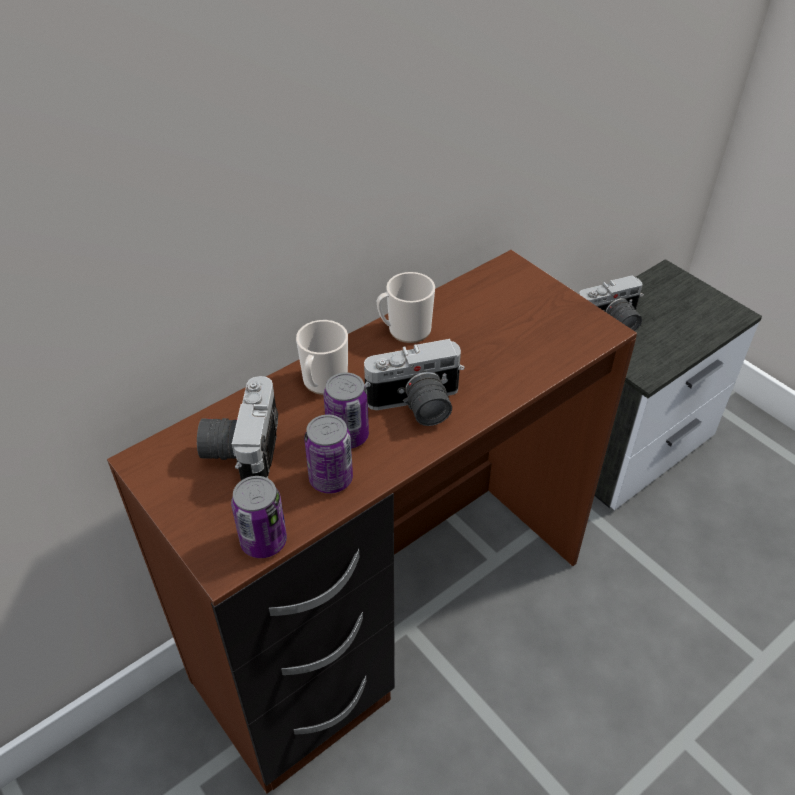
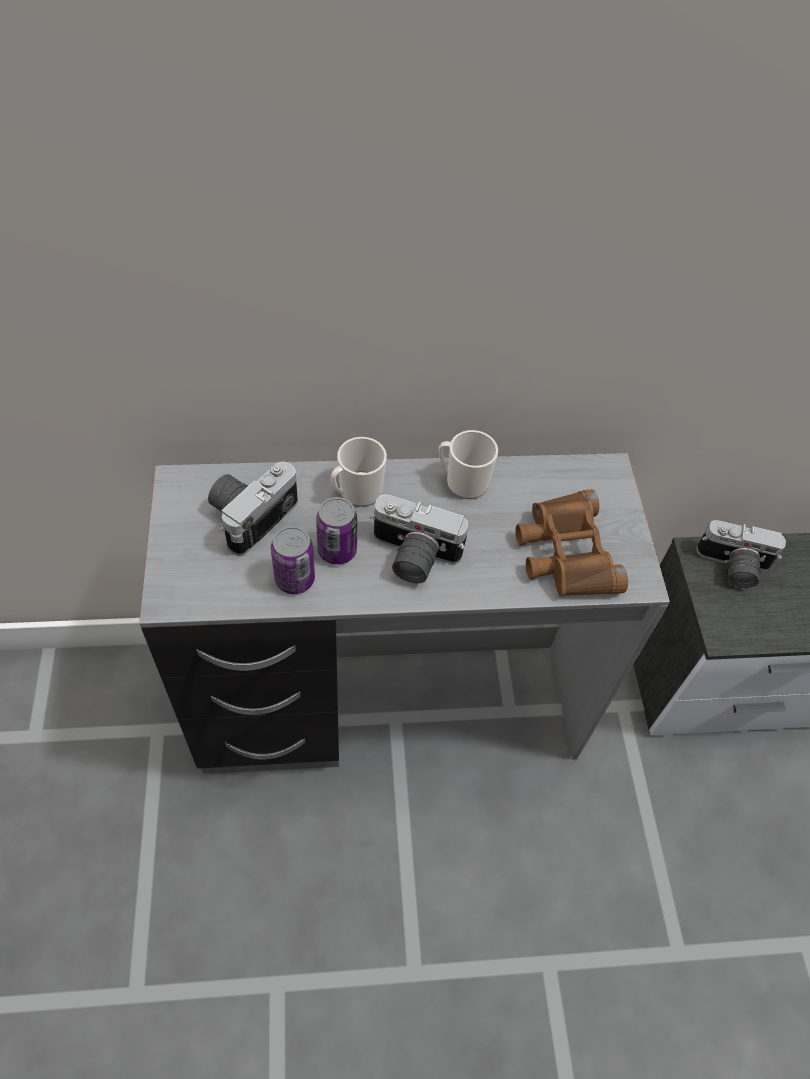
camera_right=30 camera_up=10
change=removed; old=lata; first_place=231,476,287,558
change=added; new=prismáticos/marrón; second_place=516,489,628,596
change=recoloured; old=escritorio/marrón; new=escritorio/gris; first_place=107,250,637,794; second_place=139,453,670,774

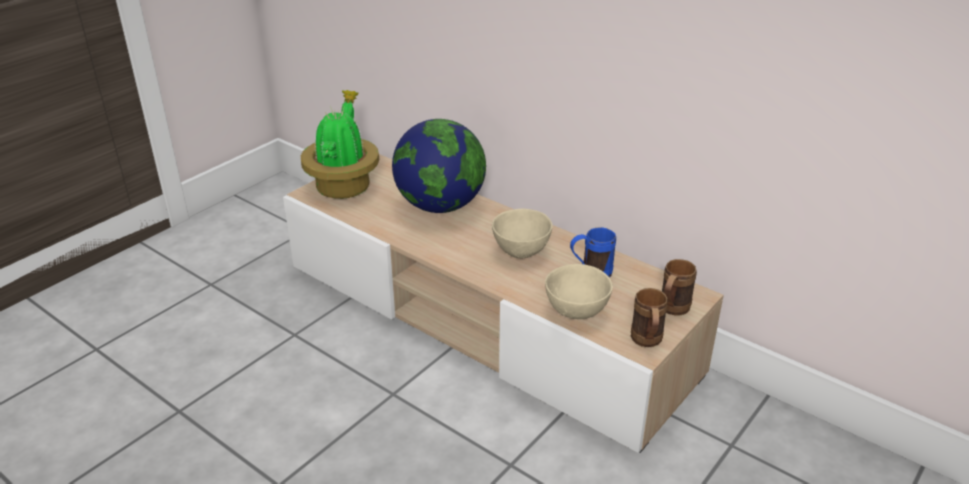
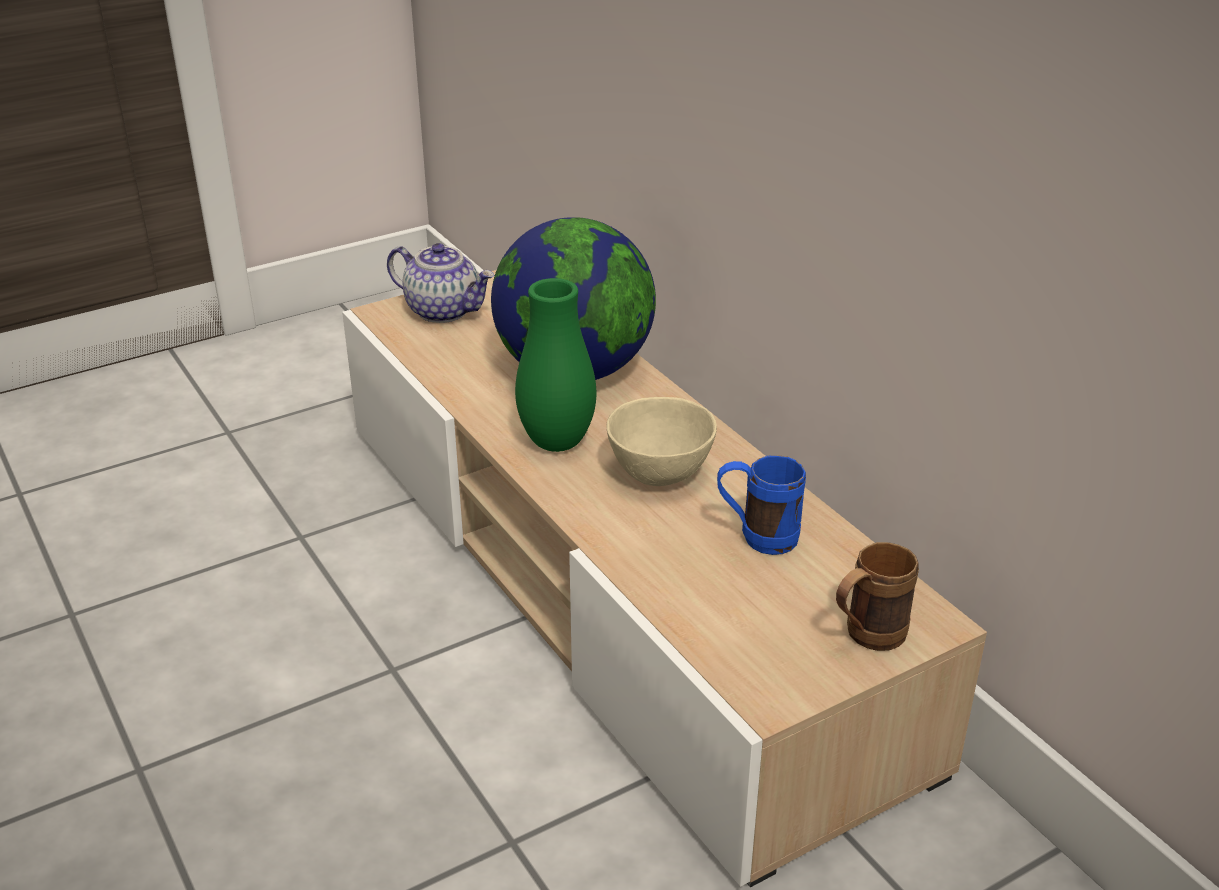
camera_right=20 camera_up=0
change=removed; old=cuenco/beis; first_place=545,264,613,319
change=removed; old=taza grande/marrón; first_place=631,288,668,347
change=added; new=florero/verde; second_place=515,278,596,452
change=replaced; old=planta en maceta; new=tetera; first_place=301,90,379,199; second_place=387,243,495,323

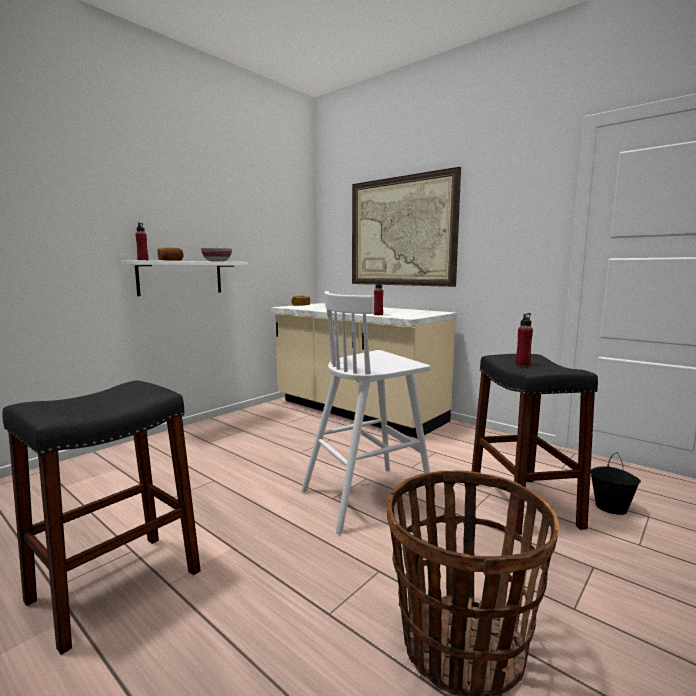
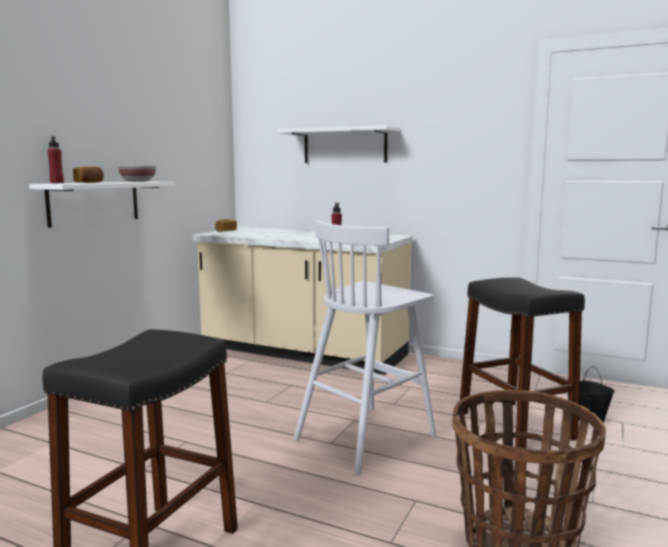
camera_right=-15 camera_up=0
change=removed; old=botella/rojo; first_place=516,313,533,366
change=replaced; old=cuadro; new=estante/blanco; first_place=352,167,461,287; second_place=278,125,400,163

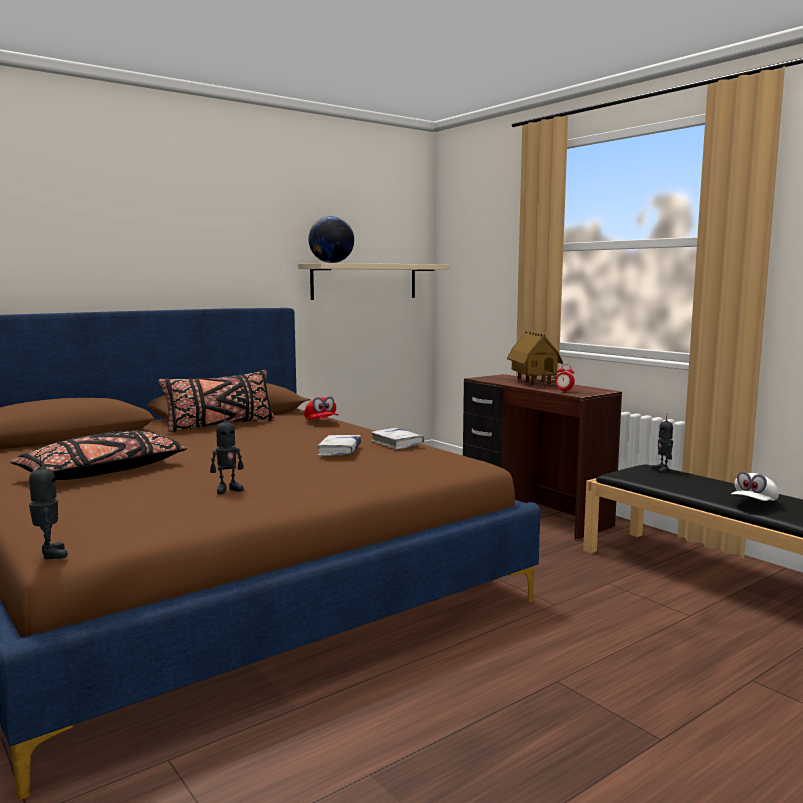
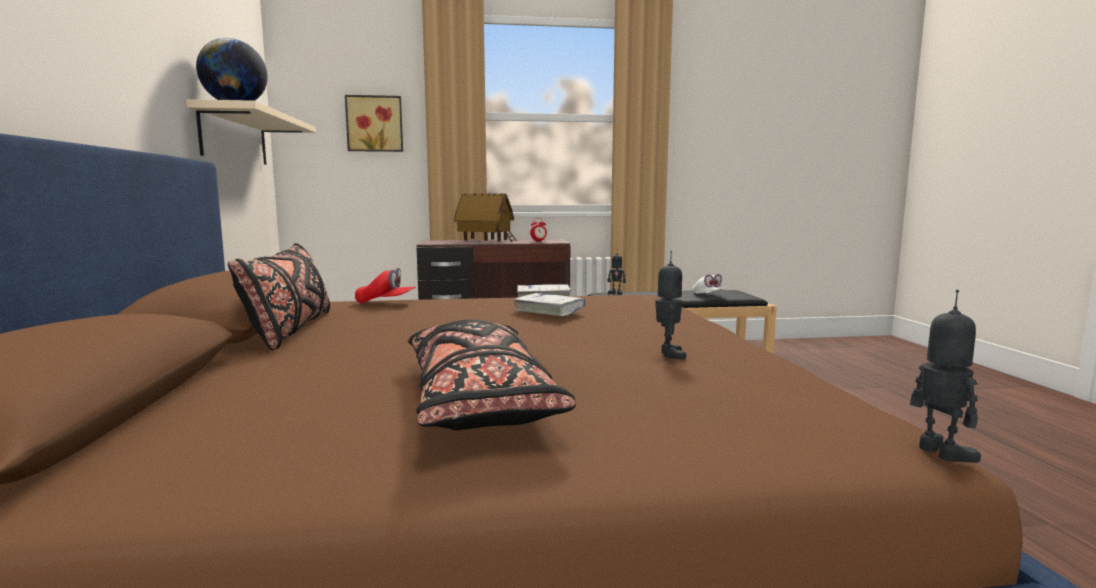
camera_right=-60 camera_up=0
change=added; new=cuadro; second_place=345,95,403,152
change=turned; old=robot de juguete; first_place=29,454,68,559; second_place=910,290,981,463; degrees=75

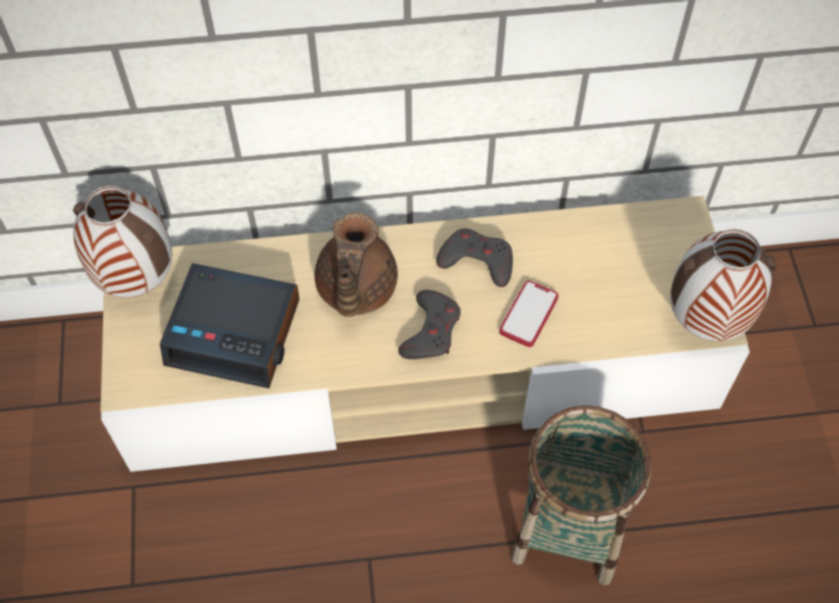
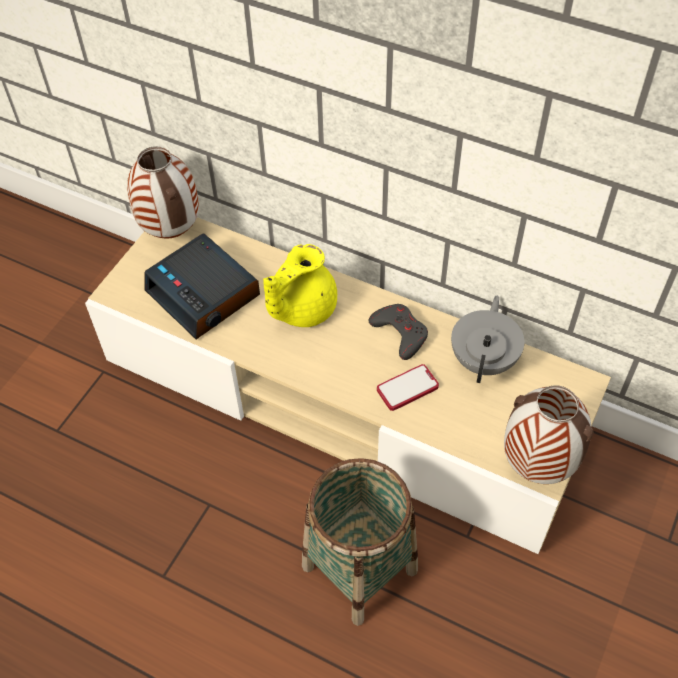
camera_right=35 camera_up=-5
change=removed; old=mando de consola/gris; first_place=398,290,461,359
change=added; new=tetera/gris; second_place=451,296,524,383
change=recoloured; old=tetera/marrón; new=tetera/amarillo; first_place=315,212,398,317; second_place=263,244,337,327

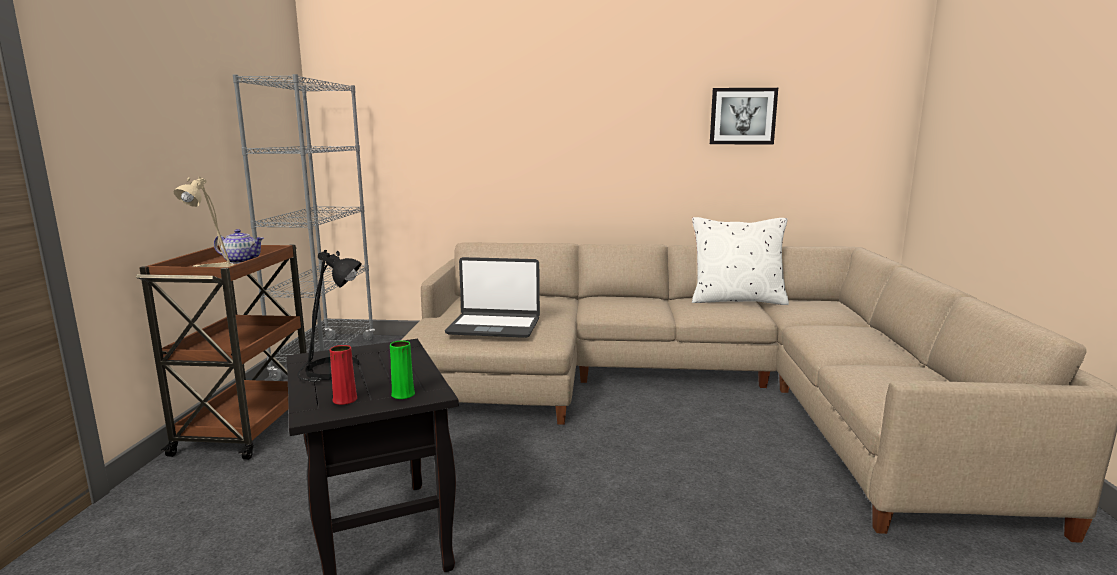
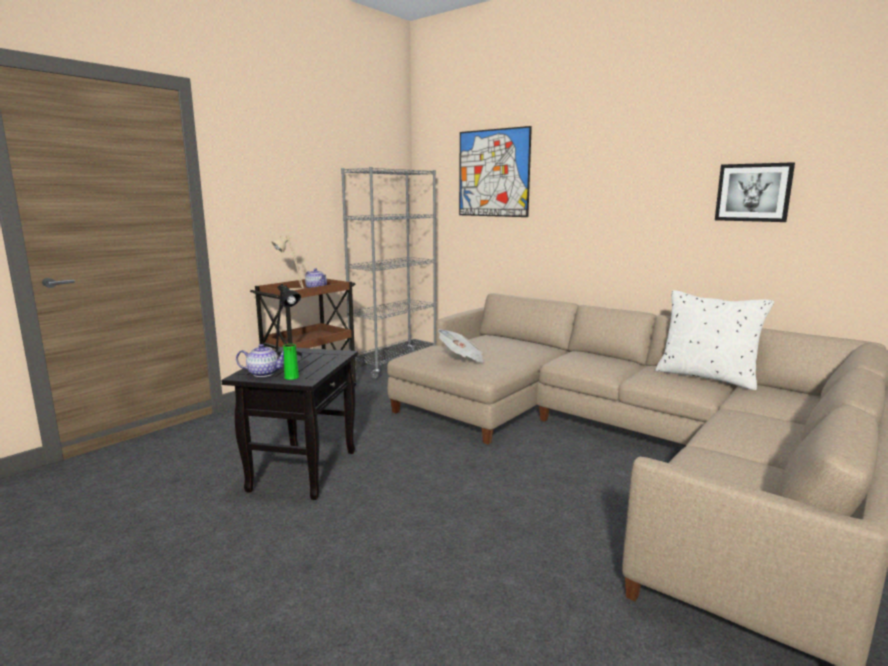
camera_right=35 camera_up=0
change=added; new=cuadro; second_place=459,126,532,217
change=replaced; old=florero/rojo; new=tetera; first_place=330,345,357,405; second_place=236,344,284,377
change=replaced; old=portátil; new=periódico; first_place=445,257,540,338; second_place=438,329,483,363

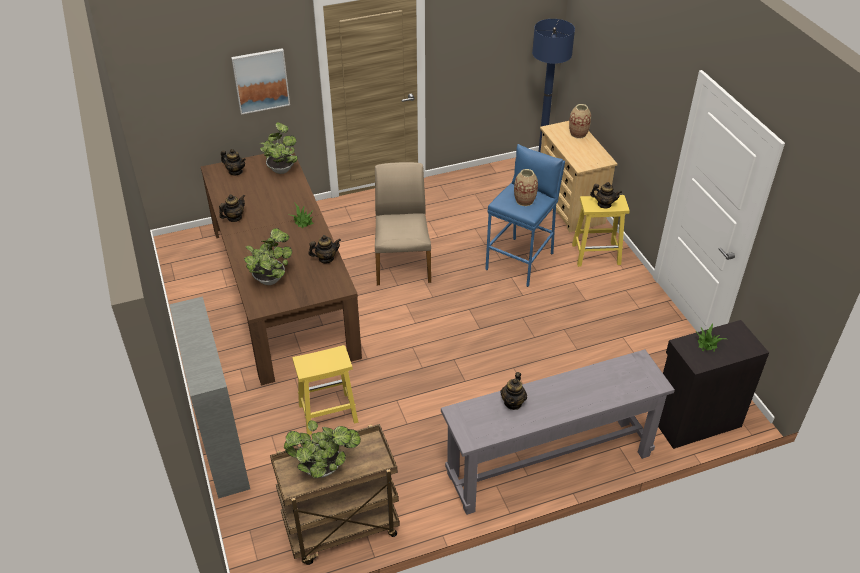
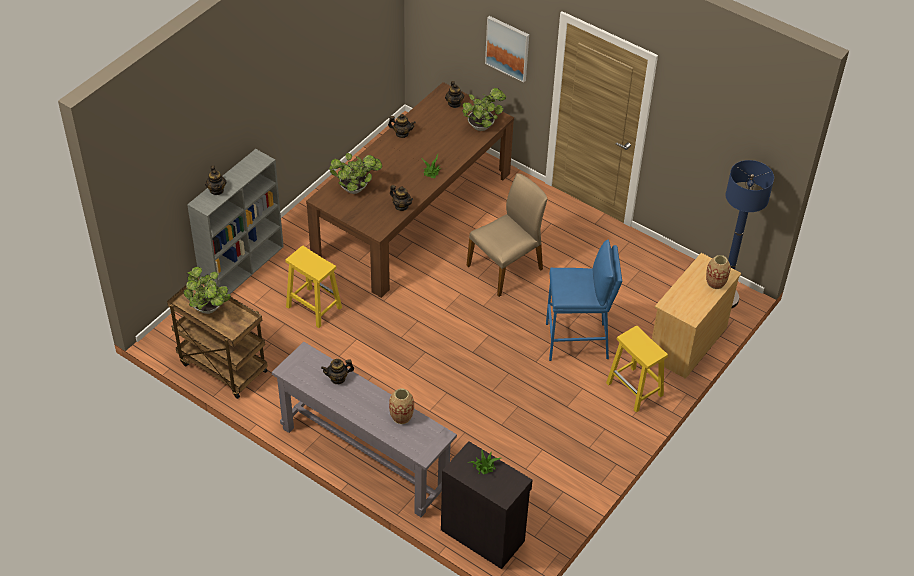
camera_right=55 camera_up=5
change=moved; old=florero; first_place=514,169,538,206; second_place=389,388,414,424
change=moved; old=tetera; first_place=590,182,622,208; second_place=205,166,226,195

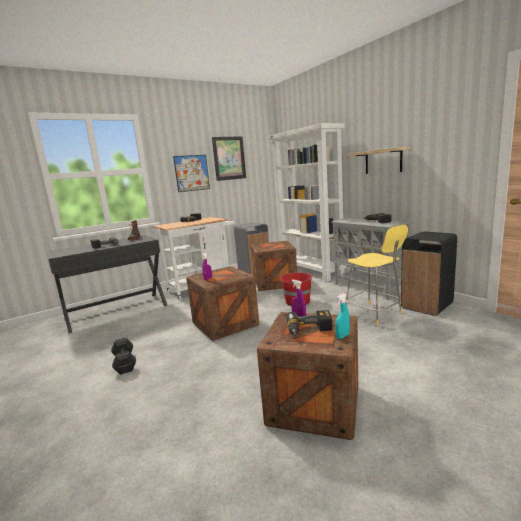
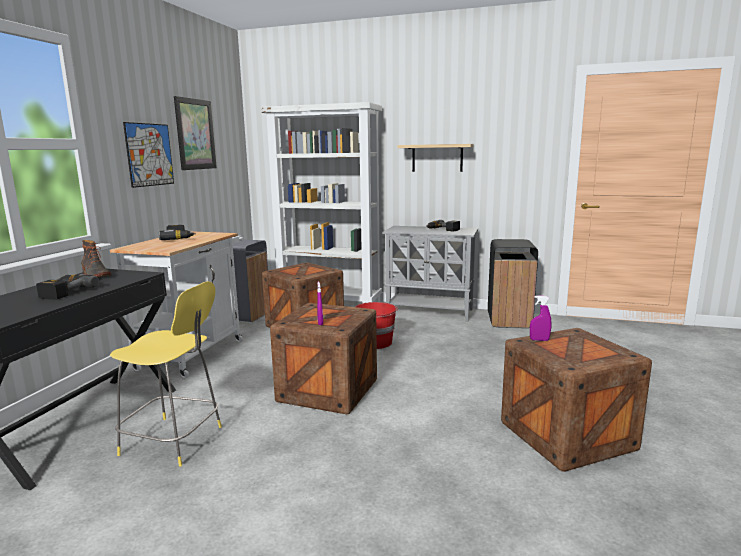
camera_right=-40 camera_up=0
change=removed; old=mancuerna/negro; first_place=111,338,136,375
change=removed; old=taladro; first_place=286,310,332,335
change=removed; old=pulverizador/turquesa; first_place=335,293,350,339
change=moved; old=taburete/amarillo; first_place=345,225,408,326; second_place=110,281,222,467

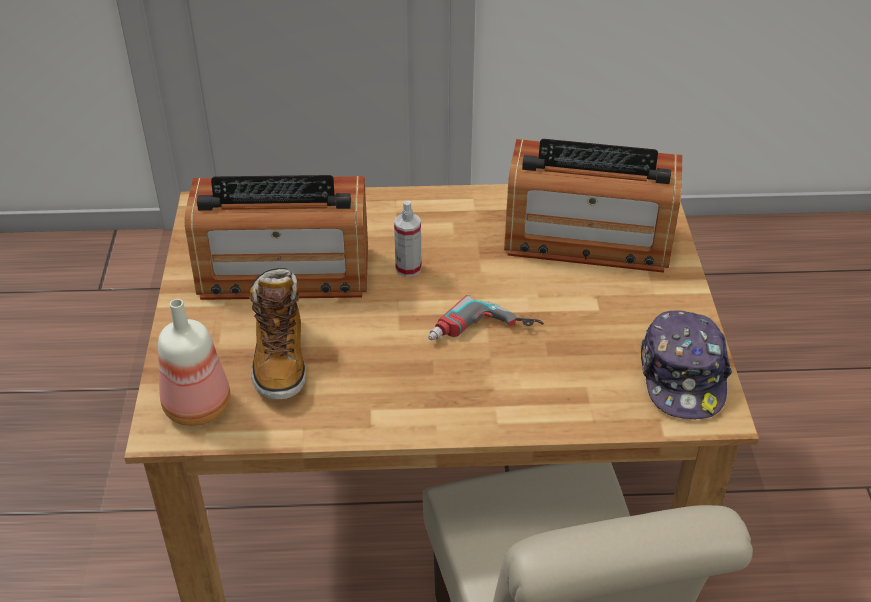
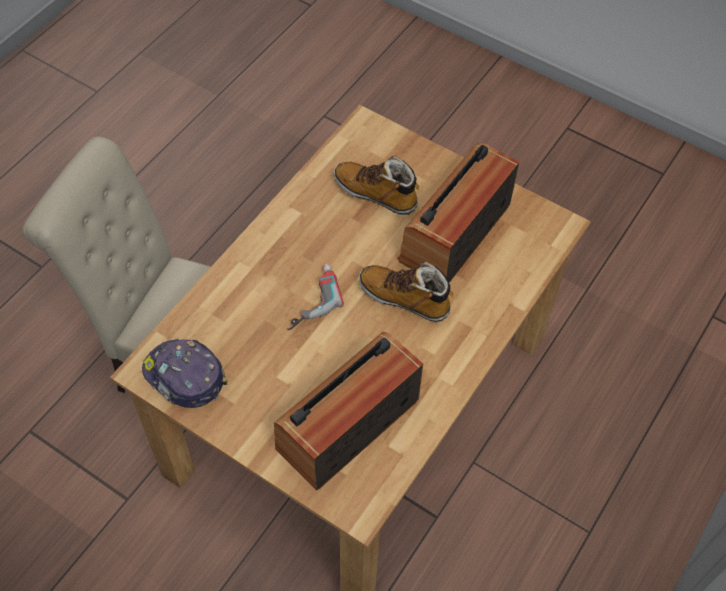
camera_right=125 camera_up=15
change=removed; old=botella; first_place=158,299,230,426
change=replaced; old=pulverizador; new=bota; first_place=394,201,422,277; second_place=359,261,453,322

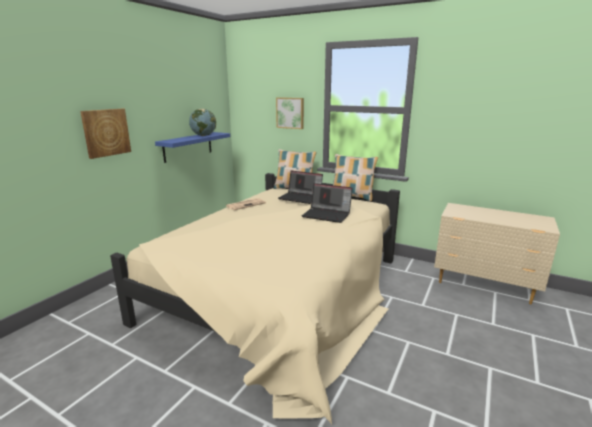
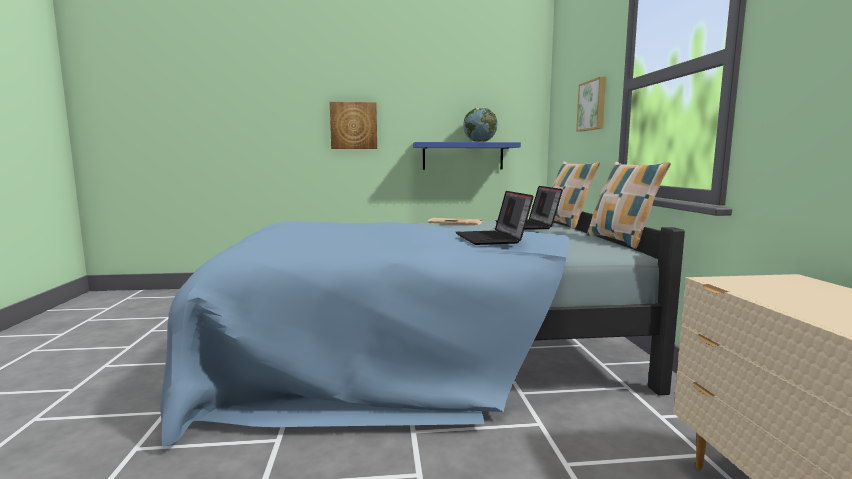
camera_right=55 camera_up=-10
change=recoloured; old=cama/beis; new=cama/azul; first_place=110,173,400,424; second_place=160,211,685,446

